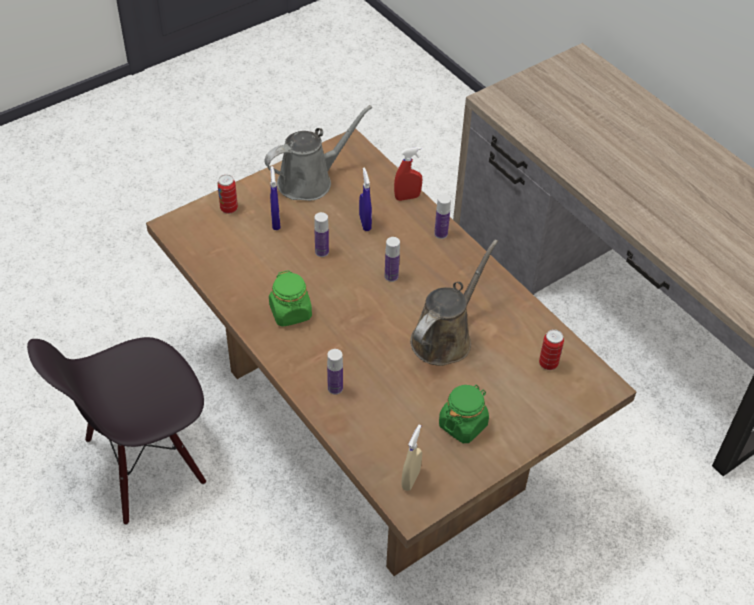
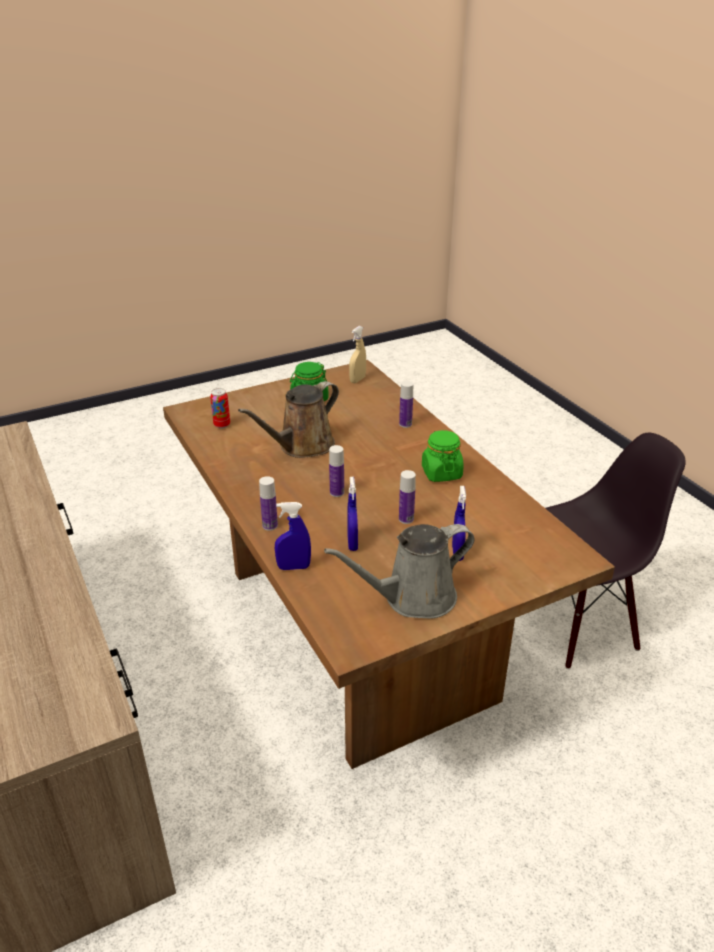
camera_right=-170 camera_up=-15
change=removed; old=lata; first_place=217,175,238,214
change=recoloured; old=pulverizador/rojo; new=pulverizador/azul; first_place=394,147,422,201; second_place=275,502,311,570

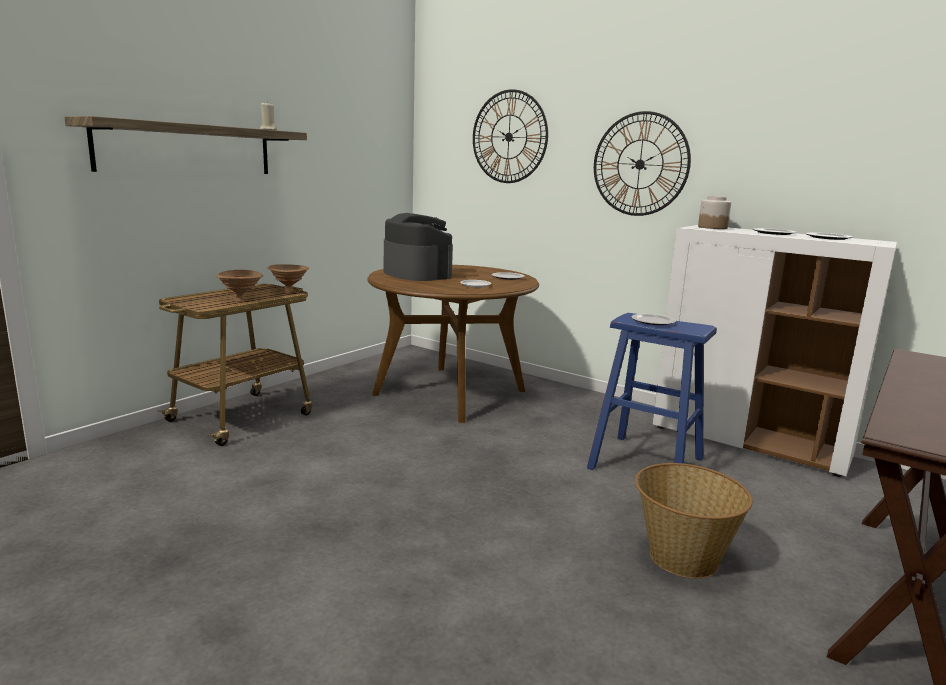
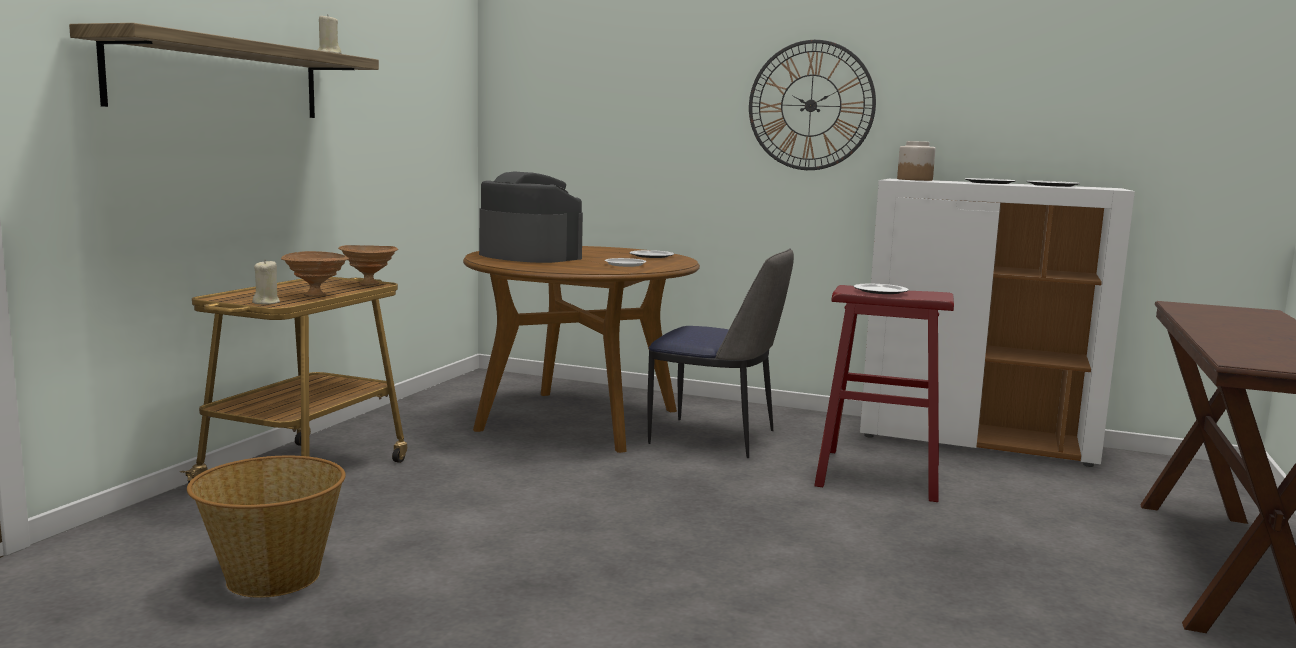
camera_right=-15 camera_up=-5
change=removed; old=reloj de pared; first_place=473,89,548,183
change=added; new=vela/beis; second_place=252,259,280,305
change=added; new=silla; second_place=647,249,794,458
change=moved; old=cesta; first_place=635,463,753,578; second_place=187,456,346,598
change=recoloured; old=taburete/azul; new=taburete/rojo; first_place=587,313,717,470; second_place=814,285,954,502

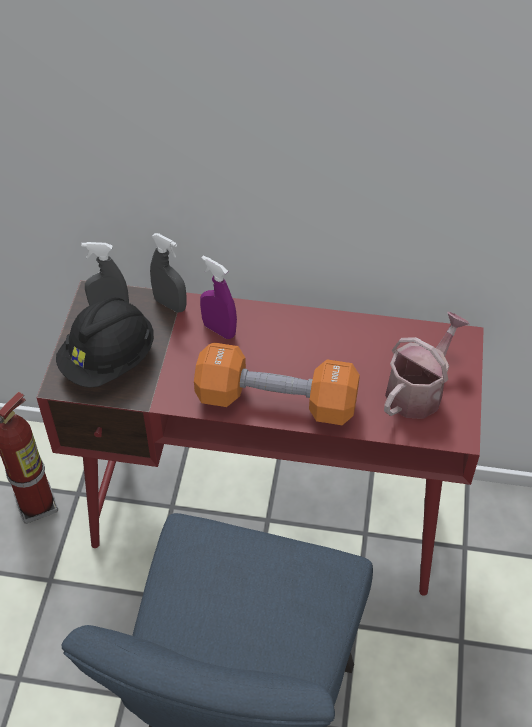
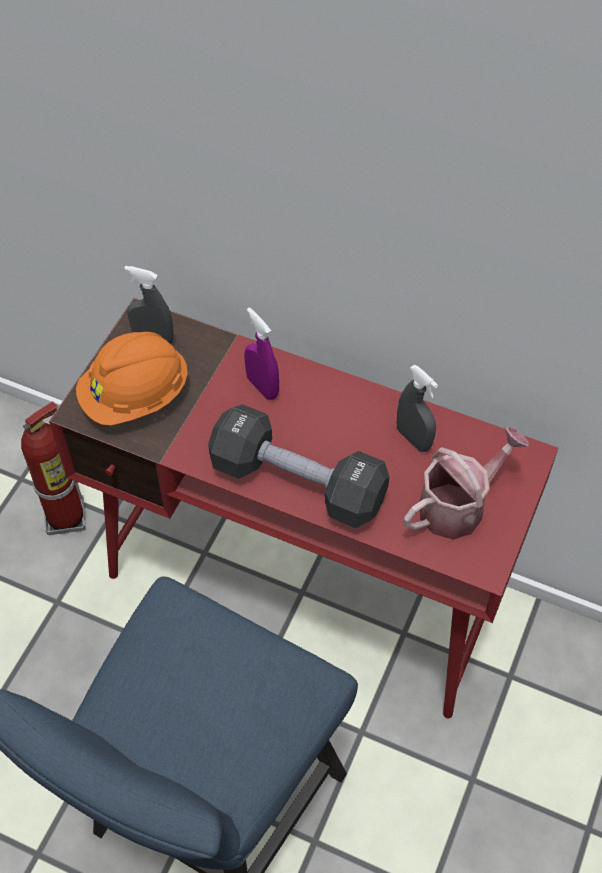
camera_right=15 camera_up=5
change=moved; old=pulverizador/gris; first_place=150,233,186,312; second_place=397,365,438,452
change=recoloured; old=casco/negro; new=casco/naranja; first_place=56,298,154,388; second_place=76,332,187,426
change=recoloured; old=mancuerna/naranja; new=mancuerna/negro; first_place=194,343,360,425; second_place=208,404,389,528

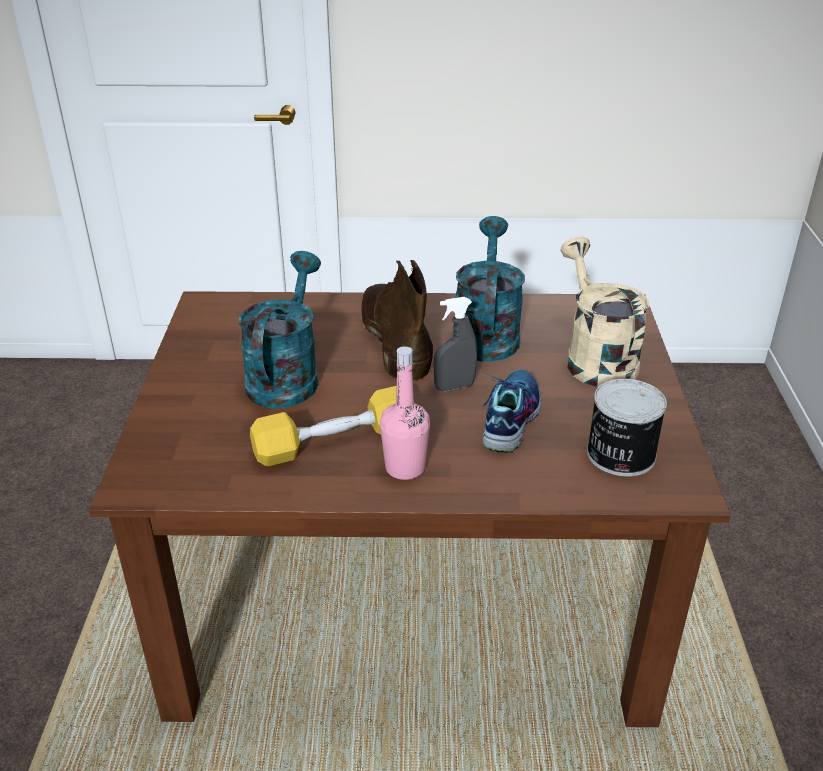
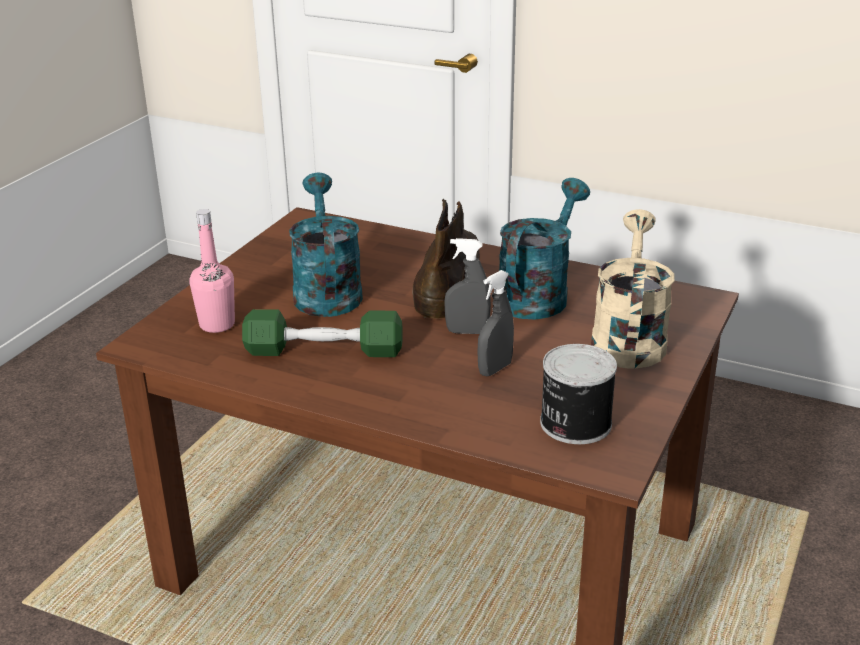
camera_right=25 camera_up=-5
change=moved; old=botella/rosa; first_place=380,346,430,480; second_place=189,209,235,333
change=replaced; old=zapato; new=pulverizador/gris; first_place=483,370,541,453; second_place=477,270,514,376
change=recoloured; old=mancuerna/amarillo; new=mancuerna/verde; first_place=250,386,397,466; second_place=242,309,403,357
change=turned; old=regadera/turquesa; first_place=239,251,321,409; second_place=289,173,363,317; degrees=-45

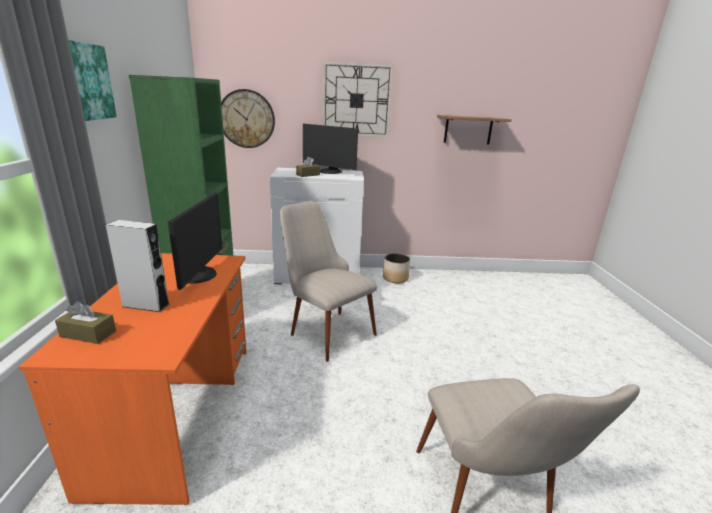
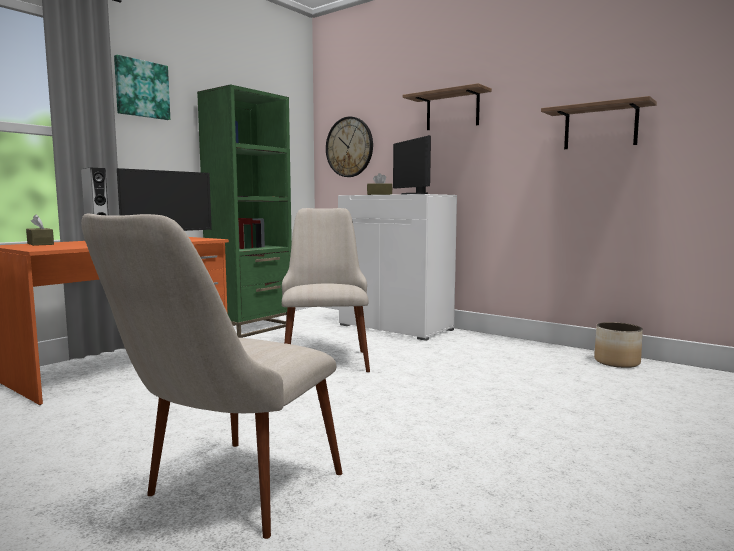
camera_right=40 camera_up=-15
change=moved; old=maceta; first_place=383,253,410,283; second_place=594,322,643,368
change=replaced; old=reloj de pared; new=estante; first_place=322,61,393,137; second_place=403,83,492,130

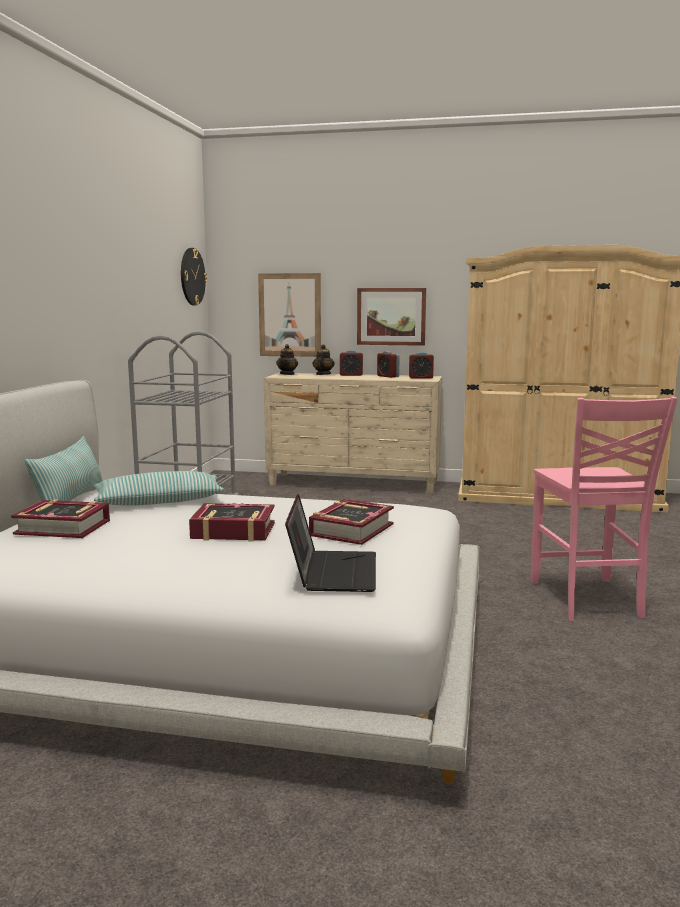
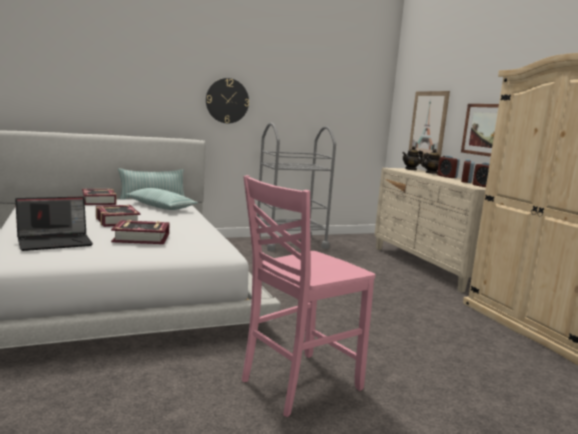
camera_right=55 camera_up=0
change=moved; old=reloj de pared; first_place=181,248,207,305; second_place=206,78,249,123

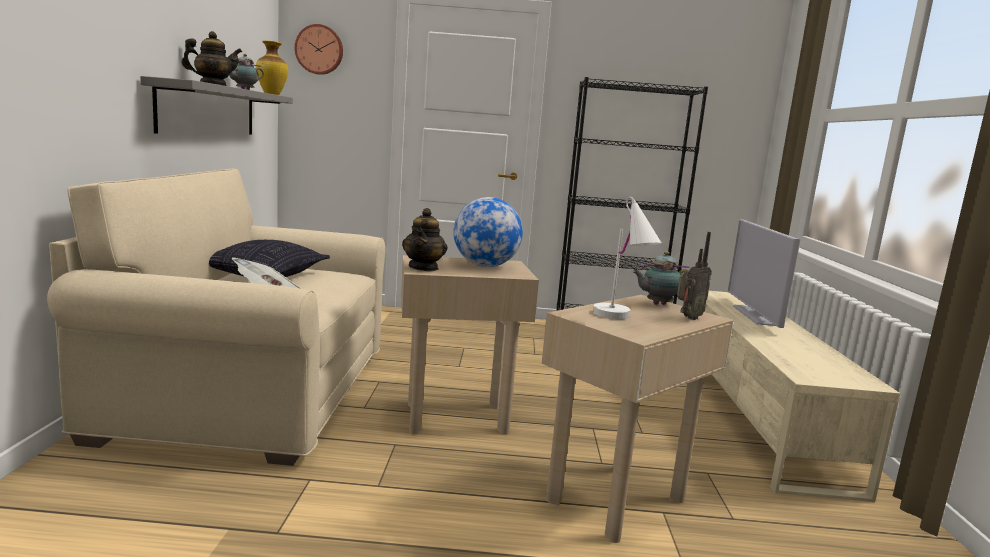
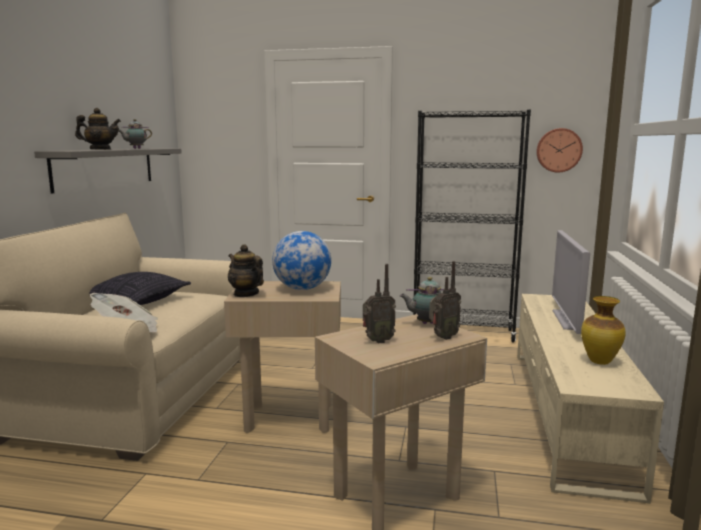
camera_right=10 camera_up=0
change=moved; old=florero; first_place=256,40,288,95; second_place=581,296,626,365
change=moved; old=reloj de pared; first_place=294,24,343,75; second_place=536,128,583,172
change=replaced; old=lámpara de mesa/blanco; new=radio; first_place=593,197,662,319; second_place=363,264,396,344
change=turned; old=tetera; first_place=402,208,447,271; second_place=228,244,264,297; degrees=120

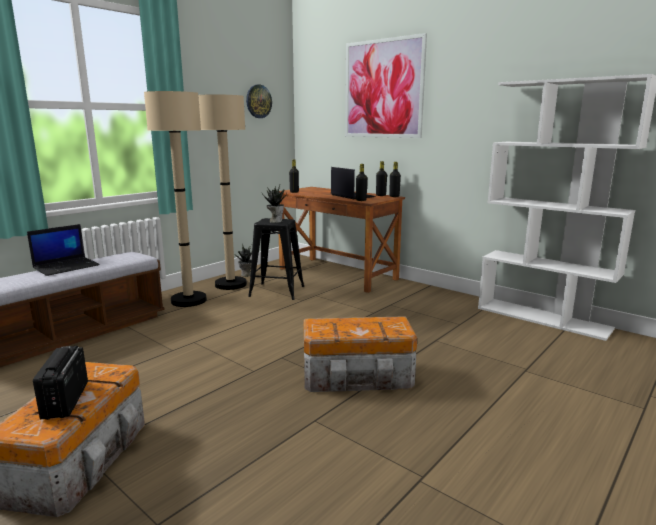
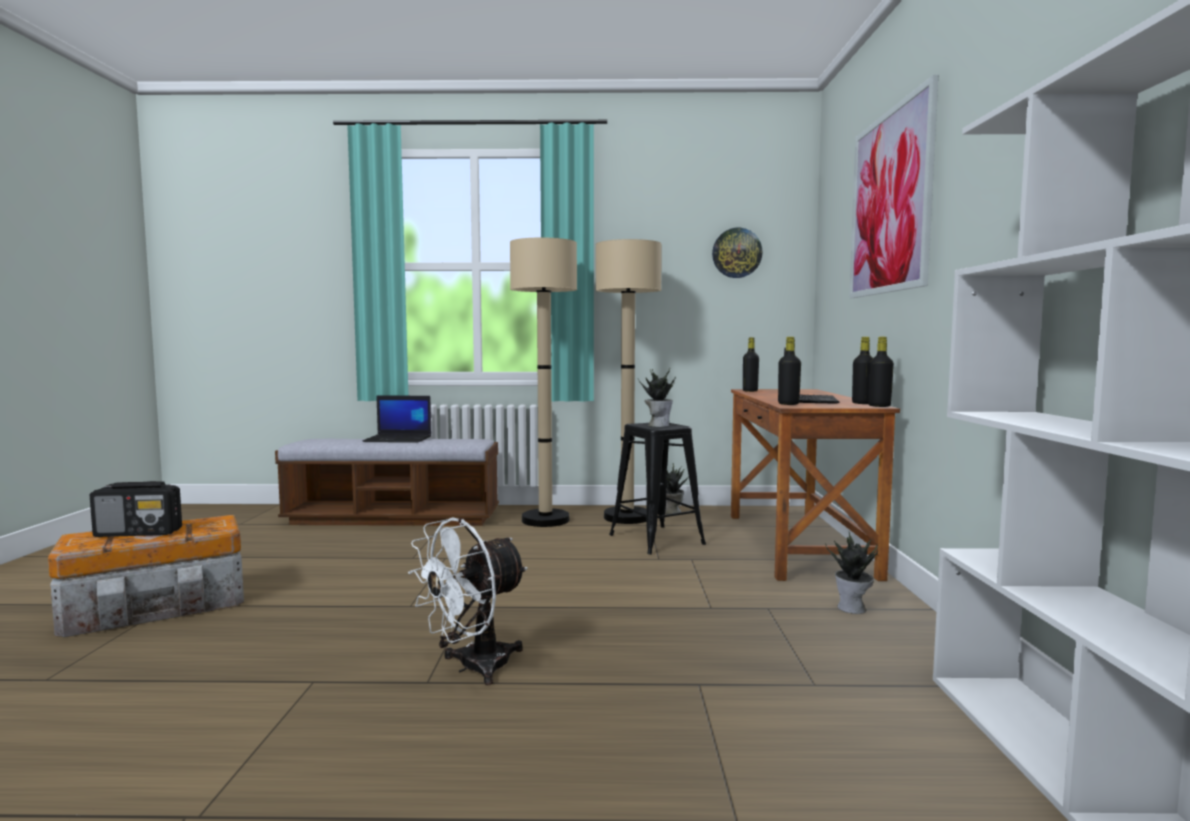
camera_right=50 camera_up=-10
change=added; new=planta en maceta; second_place=825,530,878,614
change=replaced; old=caja de almacenaje; new=ventilador/blanco; first_place=304,316,417,392; second_place=408,517,528,685
change=turned; old=radio; first_place=33,346,88,420; second_place=90,481,182,537; degrees=-135

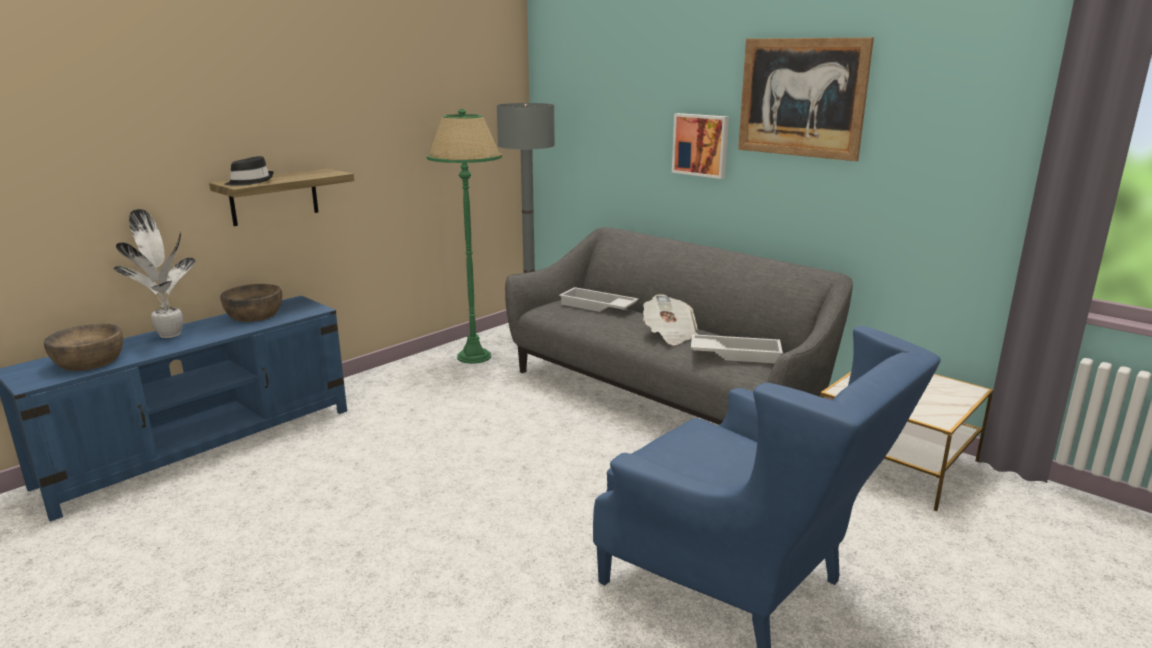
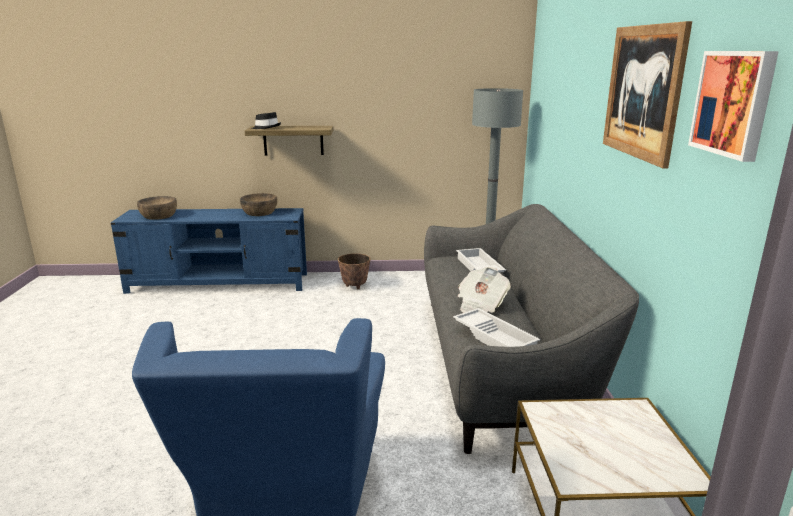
camera_right=45 camera_up=0
change=removed; old=planta en maceta; first_place=113,209,196,338
change=removed; old=lámpara de pie/verde; first_place=427,109,502,364
change=added; new=maceta; second_place=338,253,371,289
change=moved; old=cuadro; first_place=672,113,729,179; second_place=688,51,779,162

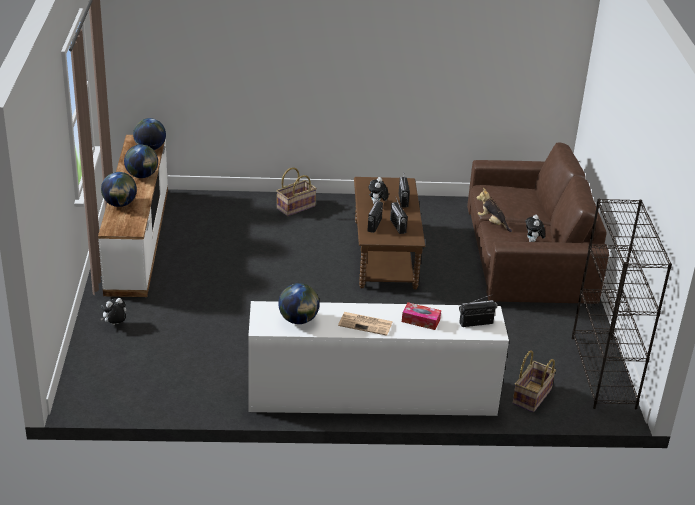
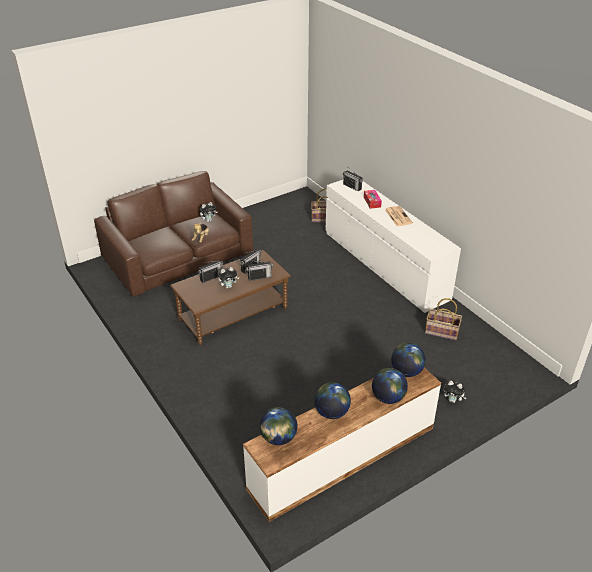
camera_right=-120 camera_up=5
change=removed; old=estantería/negro; first_place=572,199,672,409
change=moved; old=cesta; first_place=276,167,317,216; second_place=425,298,462,340
change=moved; old=globo terráqueo; first_place=278,283,320,324; second_place=391,343,426,377

